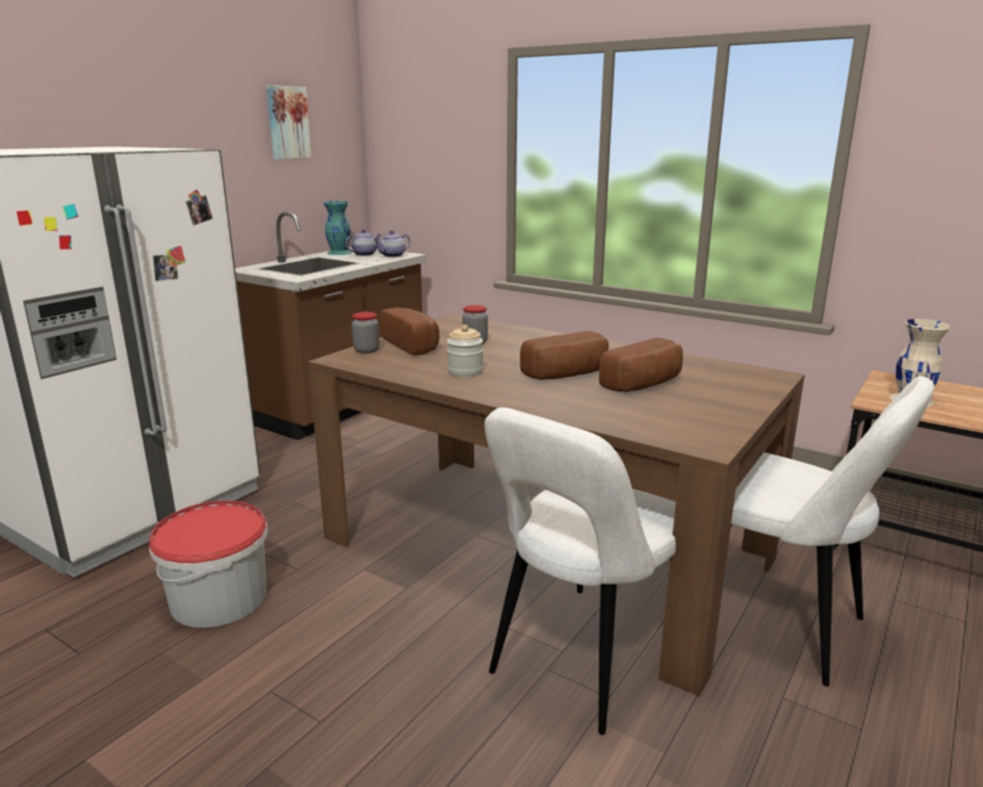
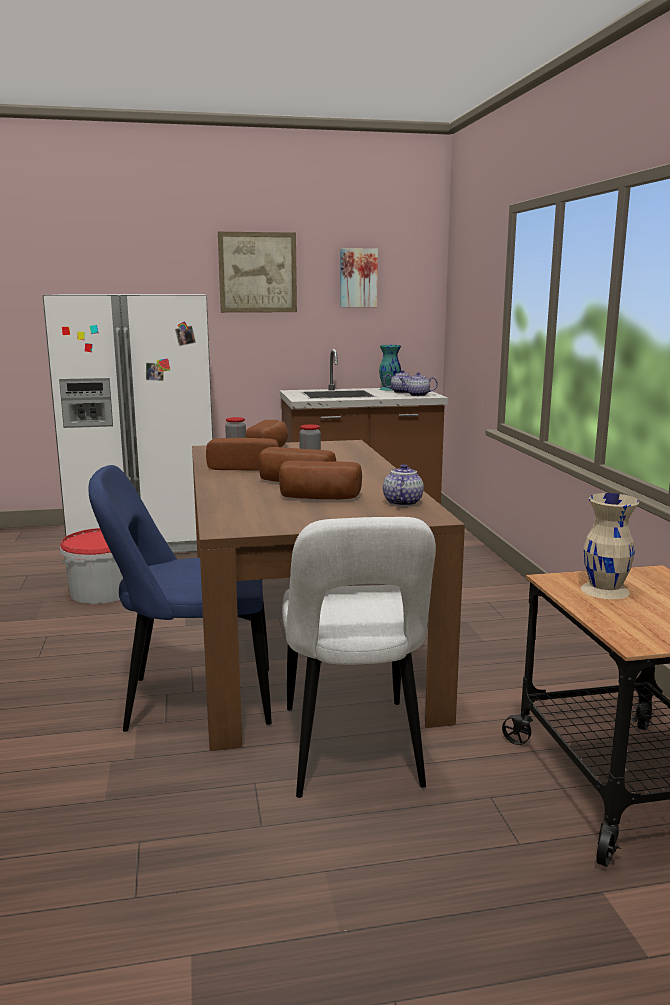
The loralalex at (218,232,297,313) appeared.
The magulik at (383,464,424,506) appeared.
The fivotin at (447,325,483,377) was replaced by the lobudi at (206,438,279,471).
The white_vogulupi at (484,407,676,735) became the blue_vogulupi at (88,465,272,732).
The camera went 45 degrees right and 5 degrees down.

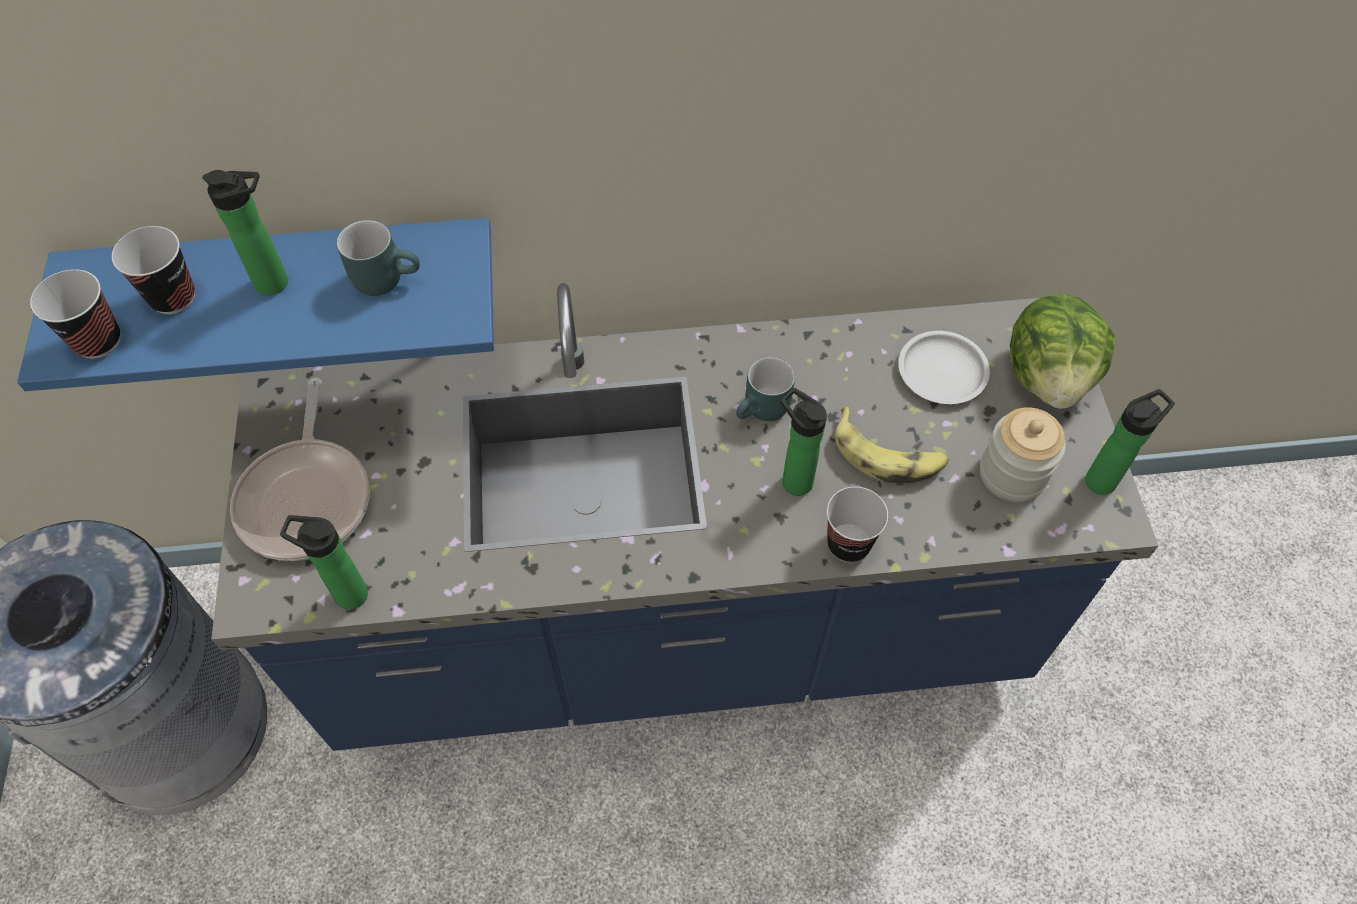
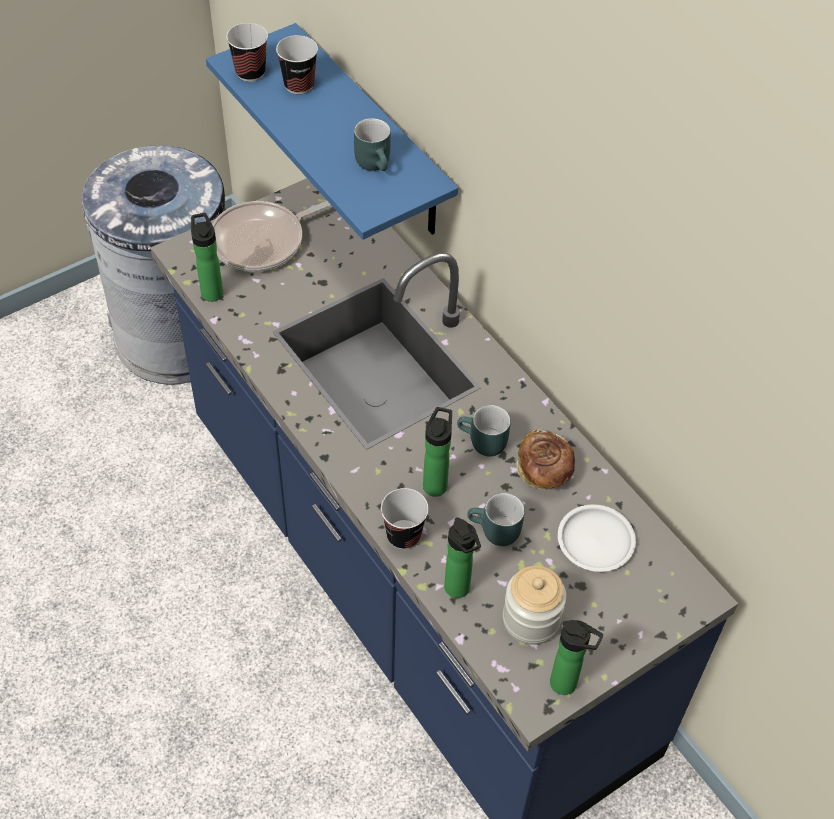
The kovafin at (1010,294,1116,409) disappeared.
The lobudi at (516,429,575,489) appeared.
The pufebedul moved from (202,170,288,296) to (444,517,481,598).
The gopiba at (835,407,949,483) was replaced by the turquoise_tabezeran at (467,493,525,546).
The camera went 60 degrees right and 5 degrees down.

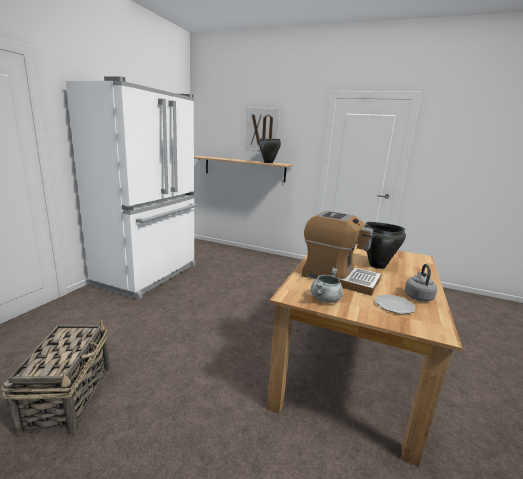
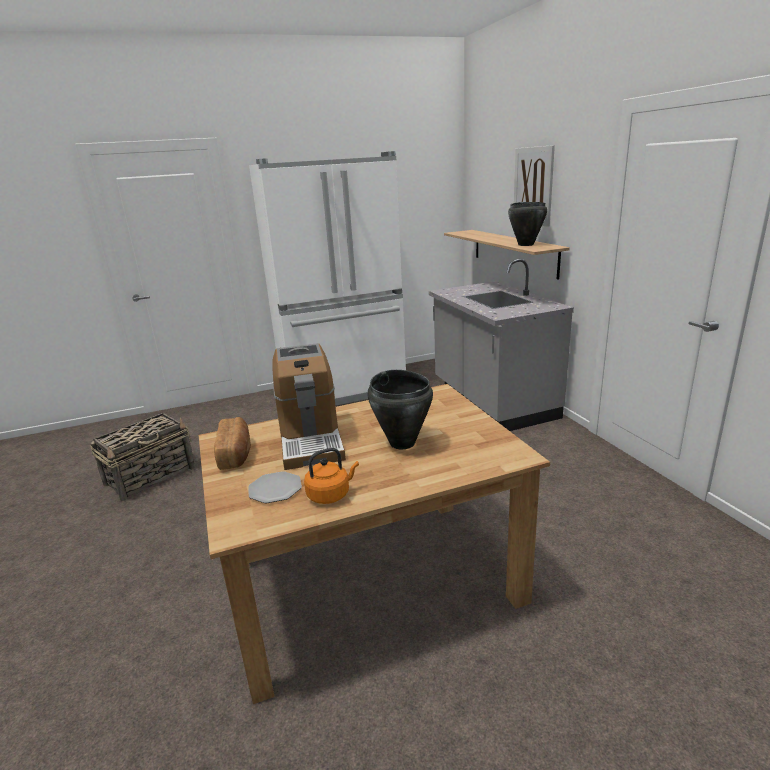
The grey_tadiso at (429,259,574,431) appeared.
The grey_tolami at (311,268,343,303) was replaced by the lobudi at (214,417,251,470).
The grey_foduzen at (405,264,437,302) became the orange_foduzen at (304,448,359,504).
The camera went 50 degrees right and 5 degrees up.

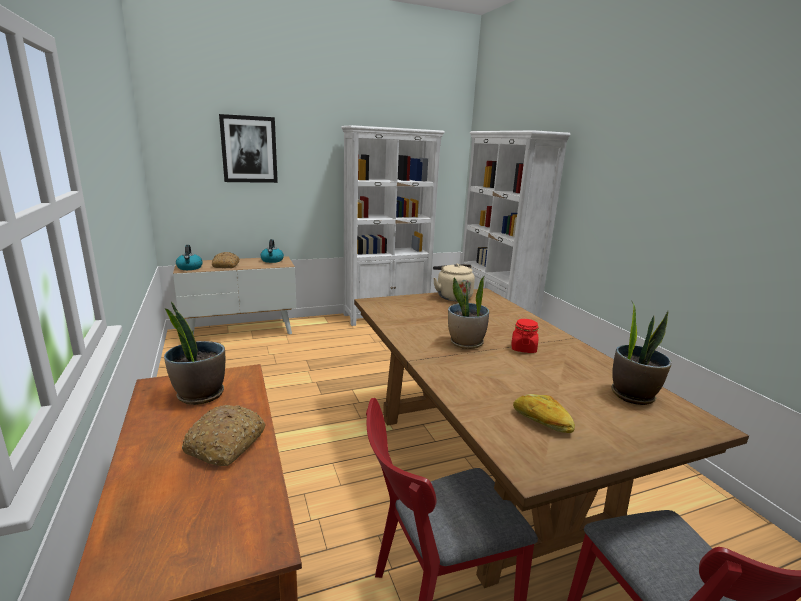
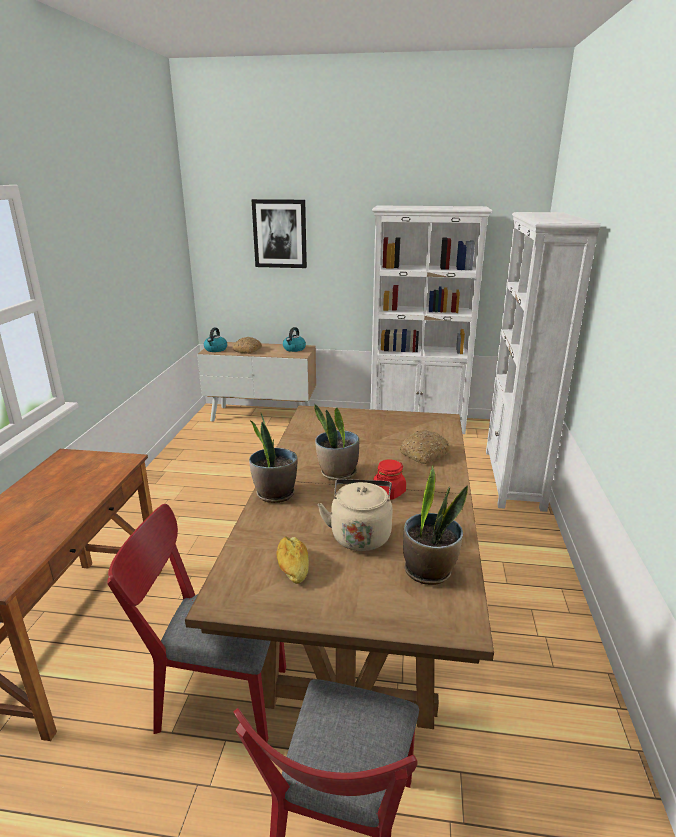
The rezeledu moved from (164,302,225,405) to (249,413,297,503).
The lobudi moved from (182,405,266,466) to (400,430,450,464).
The beige_foduzen moved from (433,263,475,301) to (318,479,393,551).
The camera went 30 degrees right and 5 degrees up.

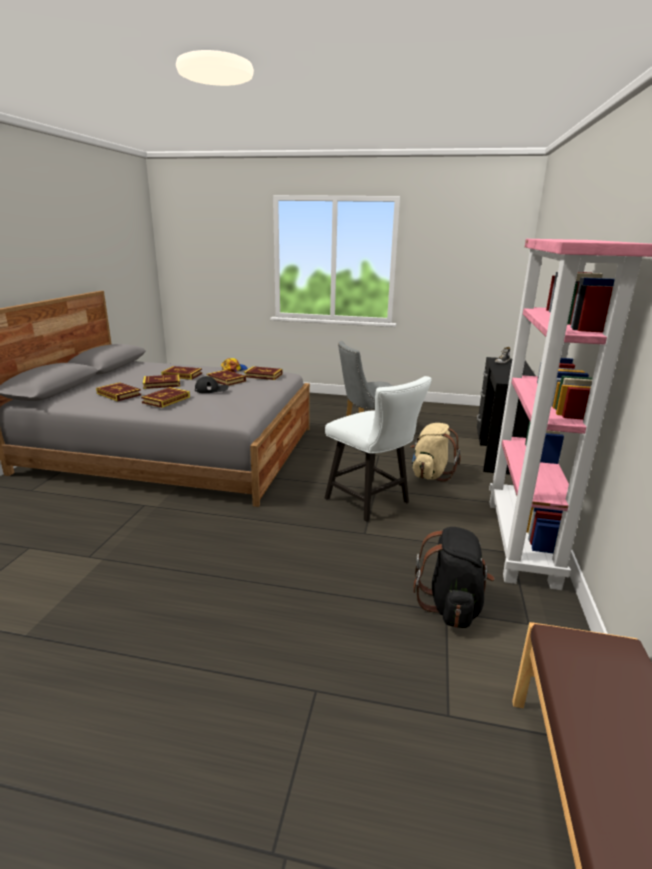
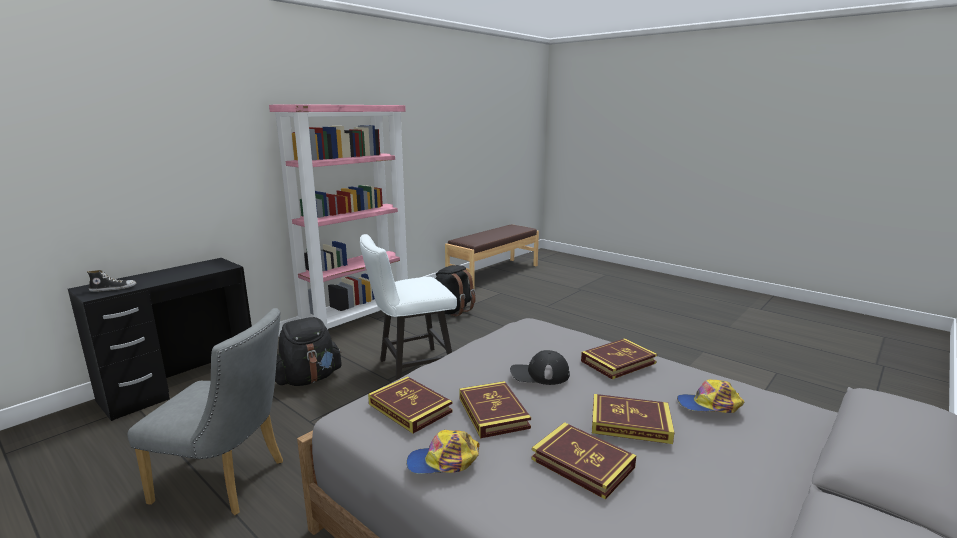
The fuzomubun at (96,382,141,402) was replaced by the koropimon at (677,379,744,413).
The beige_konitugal at (410,423,461,482) became the black_konitugal at (275,317,342,386).
The white_vogulupi at (325,376,432,521) turned 105 degrees counterclockwise.
The camera went 150 degrees left and 5 degrees down.

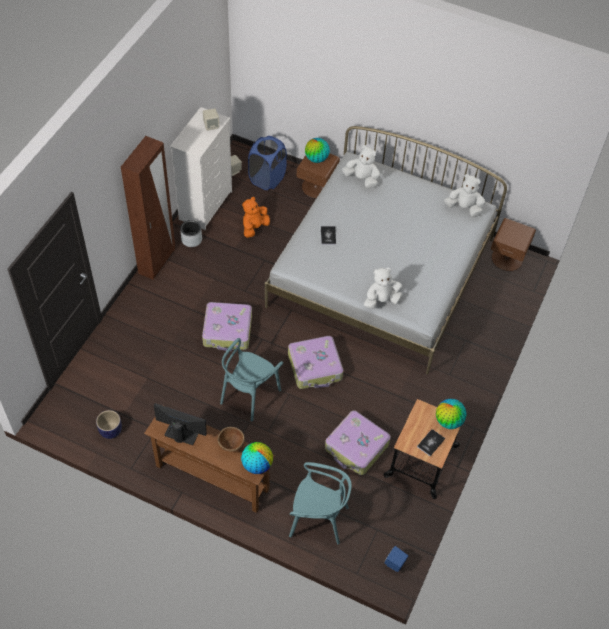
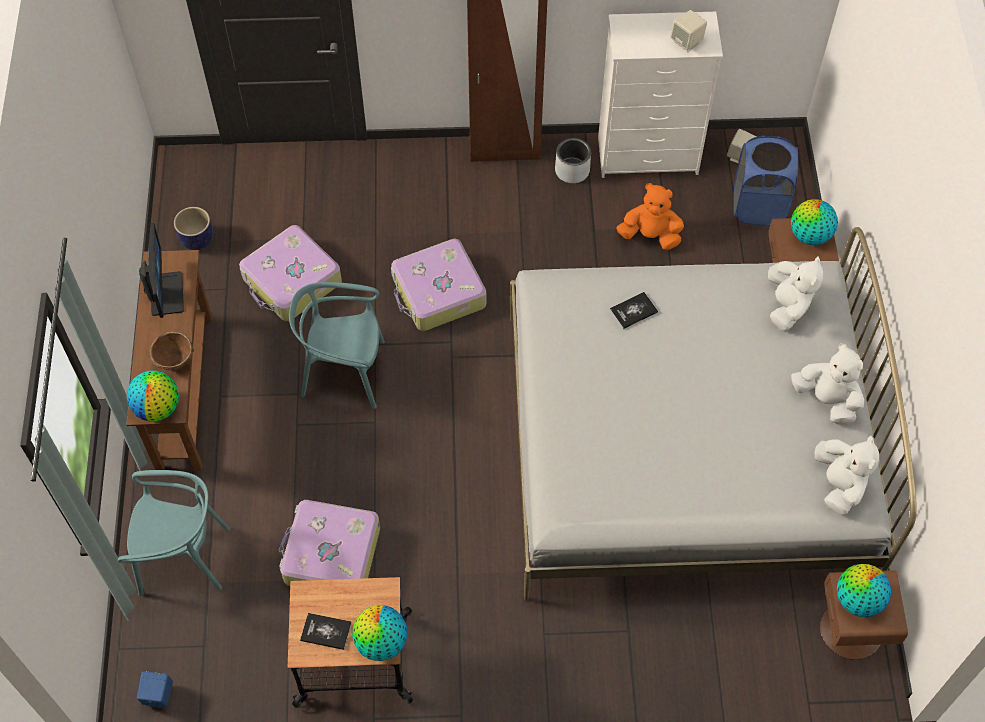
The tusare at (837,564,891,617) appeared.
The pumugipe moved from (288,336,344,389) to (239,225,342,321).
The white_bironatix moved from (364,268,402,309) to (791,343,864,425).
The turquoise_vogulupi at (289,462,352,544) turned 75 degrees counterclockwise.
The camera went 65 degrees right and 5 degrees up.

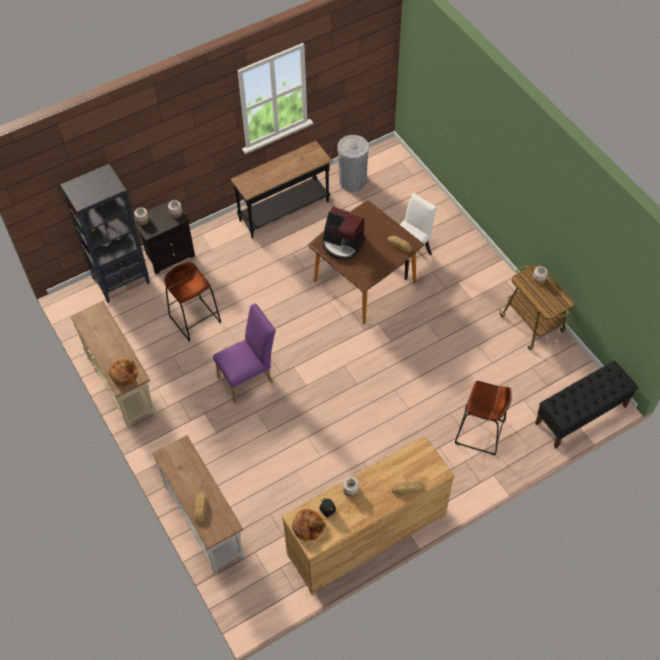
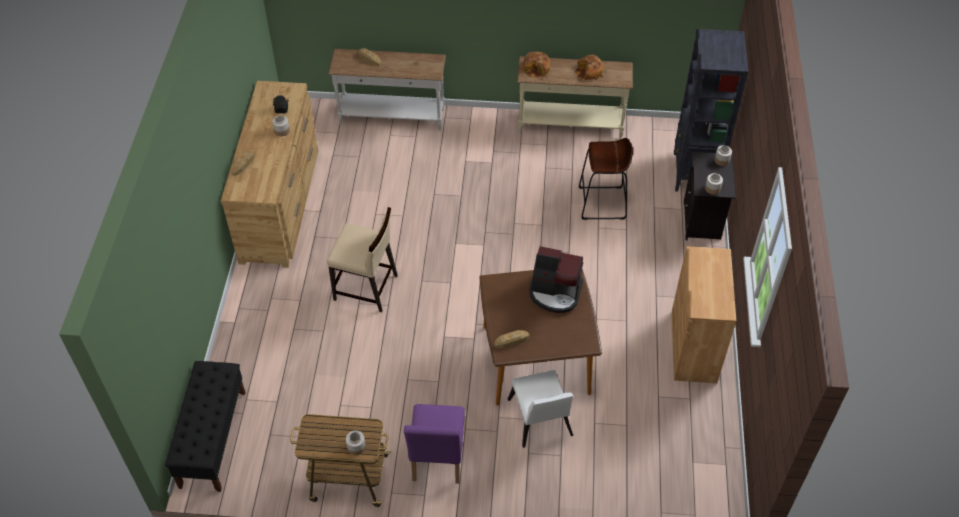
The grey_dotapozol at (338,135,369,192) disappeared.
The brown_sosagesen at (455,381,512,455) disappeared.
The beige_vogulupi at (327,207,398,312) appeared.
The purple_vogulupi moved from (213,303,276,403) to (404,404,465,484).
The lobudi moved from (292,509,326,541) to (575,55,604,81).
The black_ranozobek at (230,141,332,238) was replaced by the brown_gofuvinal at (672,246,736,383).
The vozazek at (322,207,366,260) turned 135 degrees counterclockwise.
The camera went 125 degrees right and 5 degrees down.

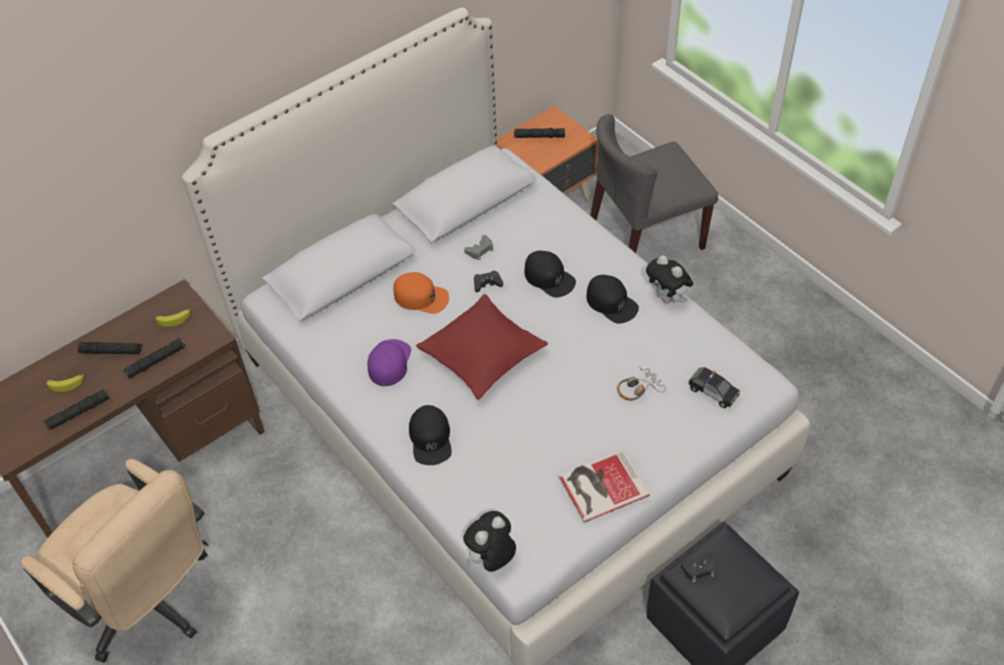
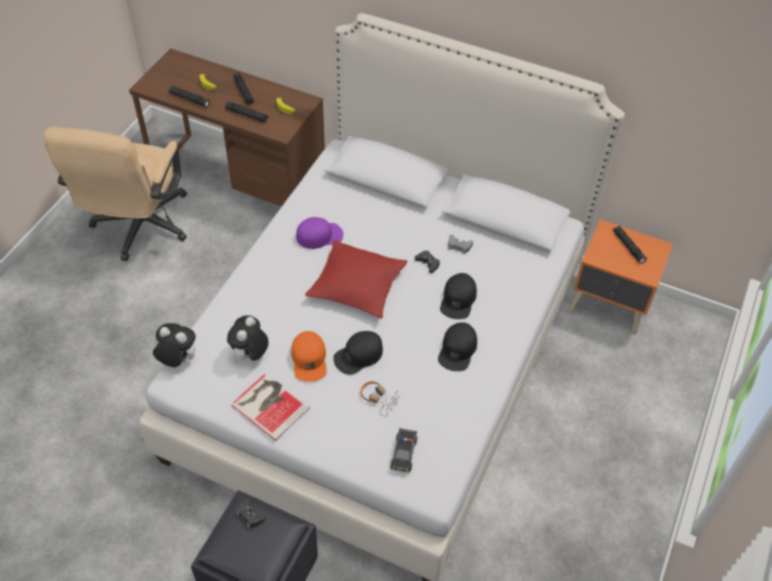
The grey_vogulupi at (590,114,718,253) disappeared.
The orange_koropimon moved from (394,272,449,314) to (291,331,327,382).
The black_koropimon moved from (409,405,452,465) to (333,331,383,375).
The bironatix moved from (646,255,693,303) to (227,315,268,363).
The camera went 60 degrees right and 0 degrees up.

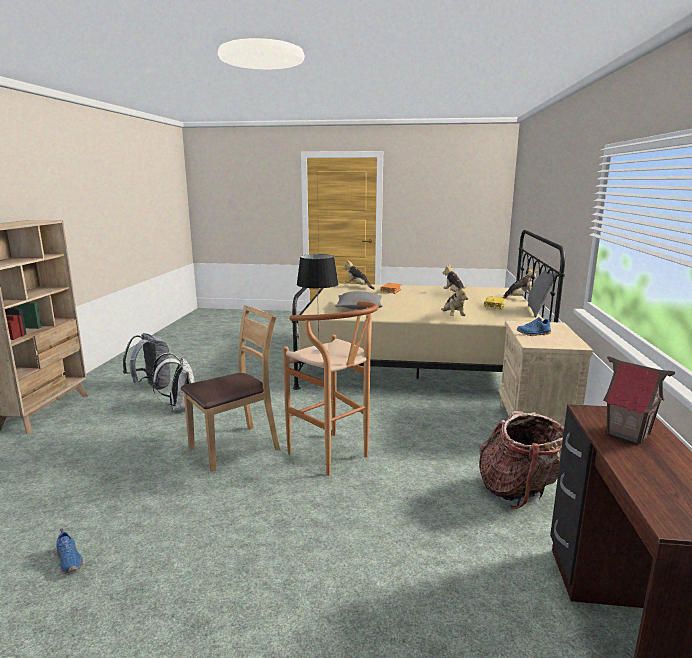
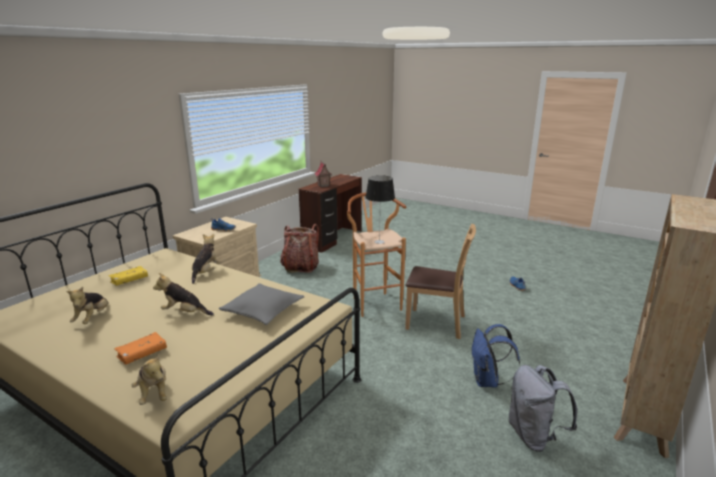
The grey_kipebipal at (528,267,558,318) disappeared.
The bironatix moved from (503,268,538,299) to (153,273,214,316).
The white_konitugal at (152,353,195,411) became the blue_konitugal at (472,324,520,388).
The brown_vogulupi at (181,305,280,472) turned 150 degrees counterclockwise.
The camera went 155 degrees left and 5 degrees up.

